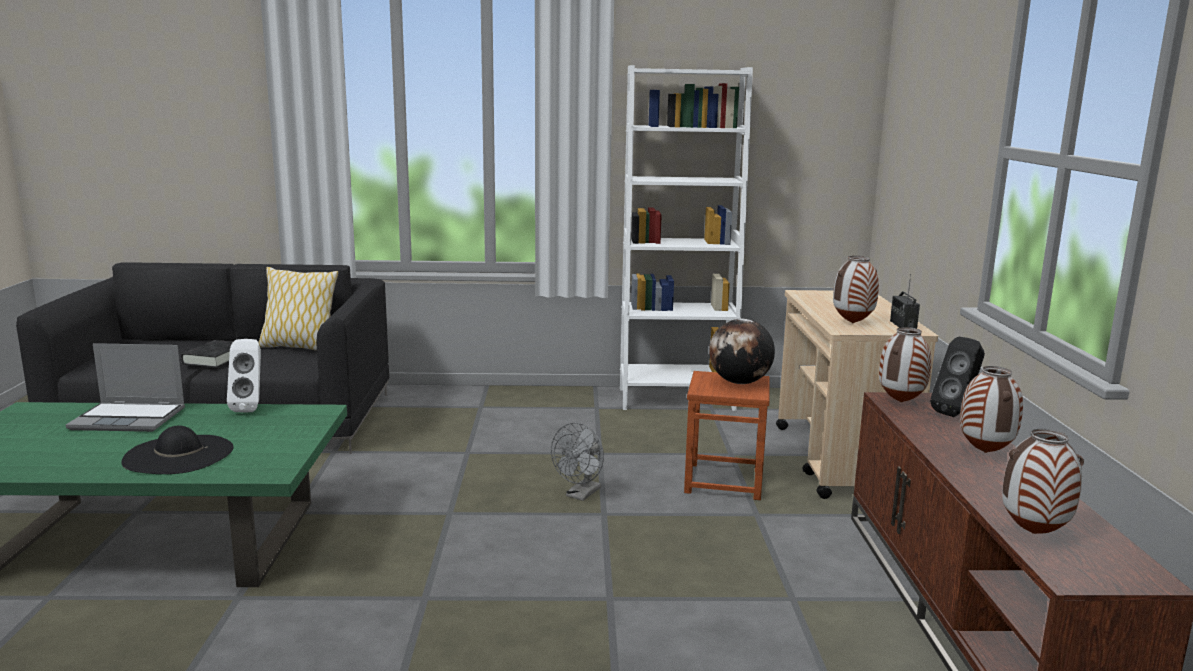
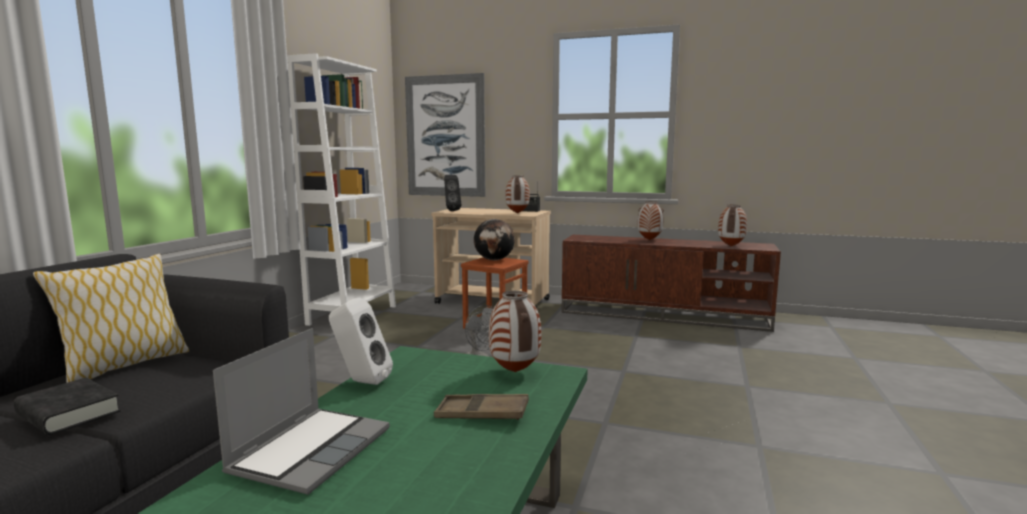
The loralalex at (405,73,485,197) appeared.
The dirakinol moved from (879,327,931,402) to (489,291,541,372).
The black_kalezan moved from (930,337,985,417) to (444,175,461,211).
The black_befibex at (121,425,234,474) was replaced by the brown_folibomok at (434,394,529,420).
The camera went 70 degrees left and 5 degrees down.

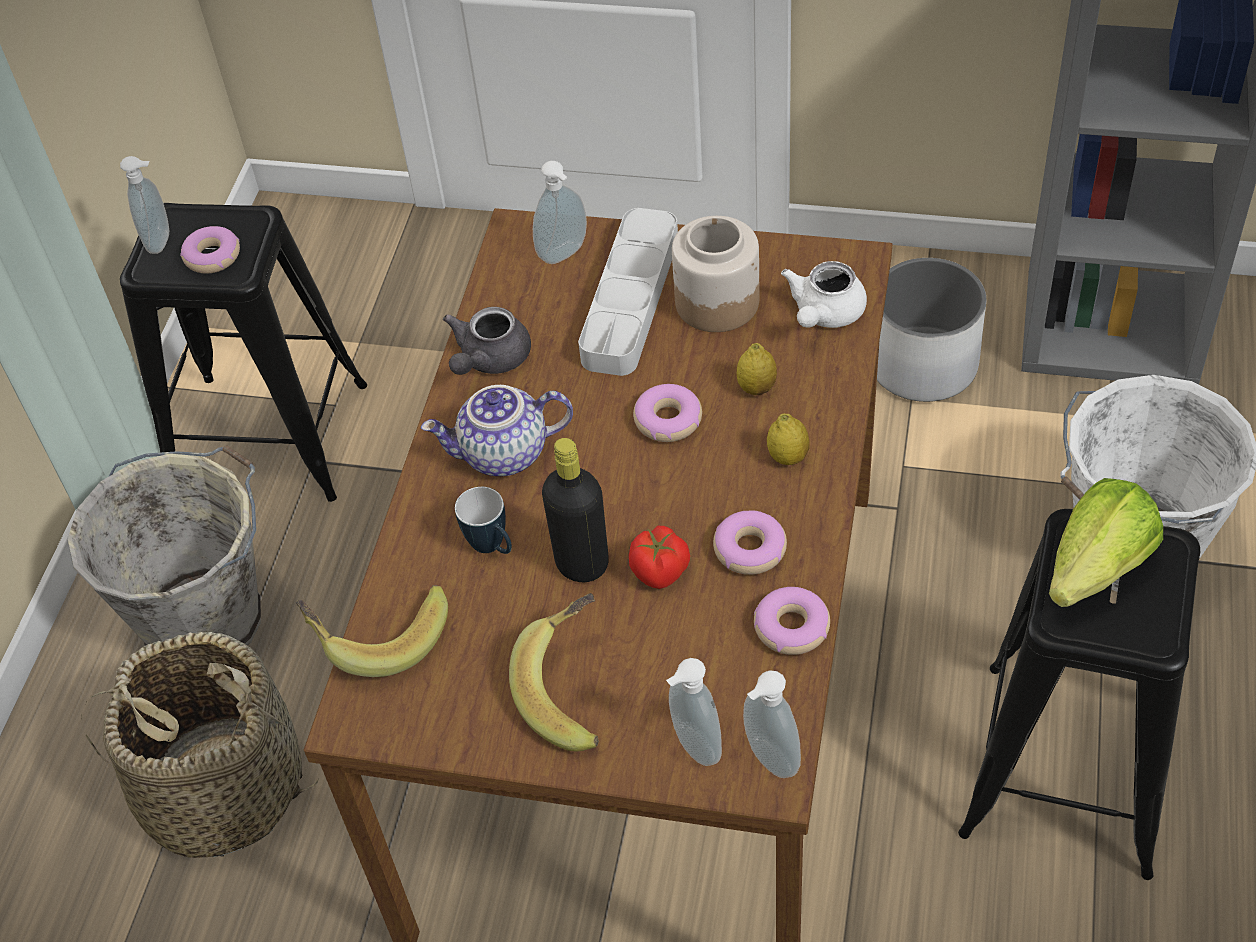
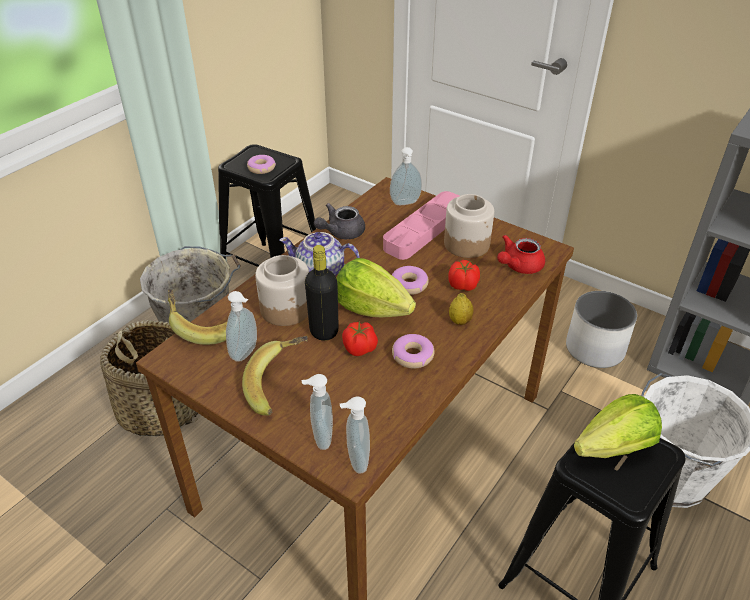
The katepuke at (754,587,830,655) disappeared.
The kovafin at (336,258,416,317) appeared.
The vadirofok moved from (120,156,169,254) to (226,291,257,362).
The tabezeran at (455,487,512,554) was replaced by the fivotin at (255,255,309,326).
The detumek at (737,343,777,395) was replaced by the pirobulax at (448,260,480,291).
The grey_folibomok at (578,208,678,376) became the pink_folibomok at (383,191,459,260).
The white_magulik at (781,261,867,328) became the red_magulik at (497,235,545,274).
The camera went 20 degrees right and 10 degrees down.

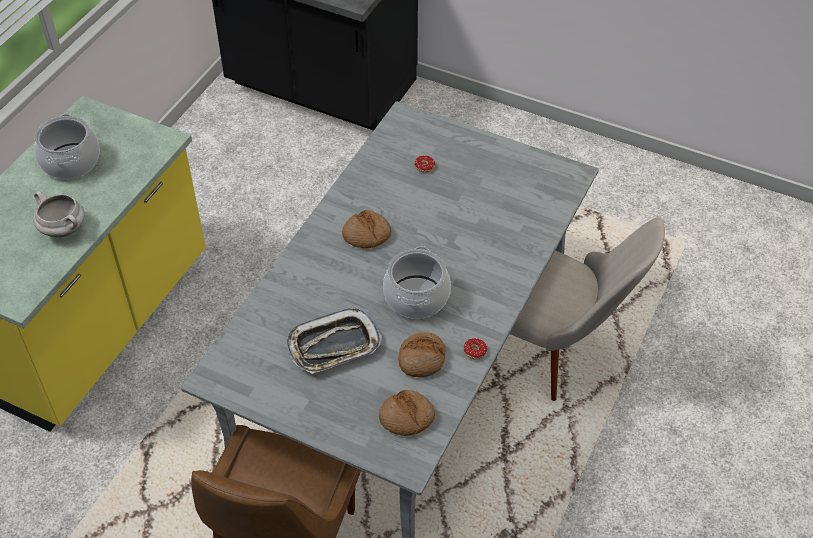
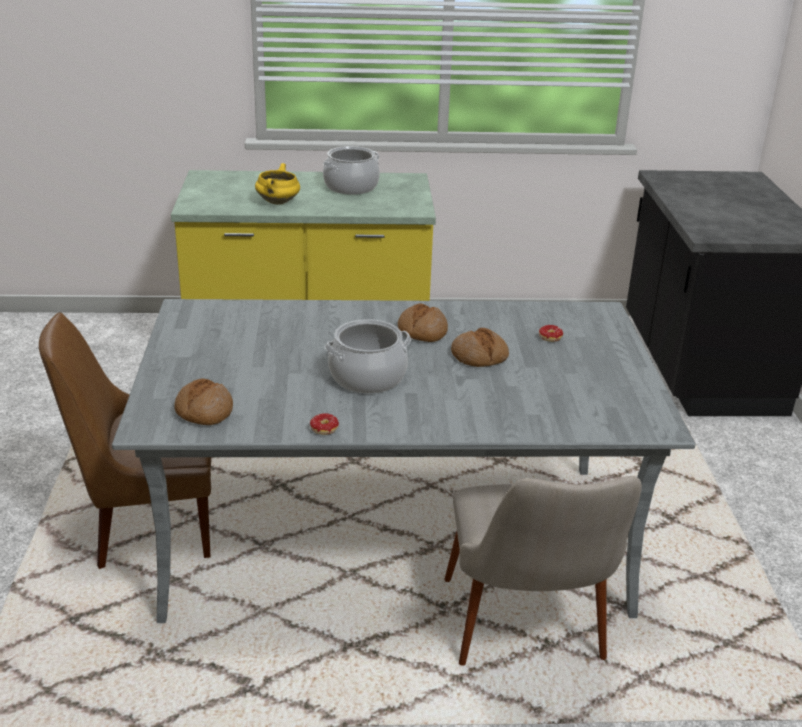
The folibomok at (287,308,382,374) disappeared.
The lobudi moved from (398,332,445,378) to (451,328,509,367).
The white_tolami at (33,191,85,237) became the yellow_tolami at (255,163,300,205).
The camera went 60 degrees right and 20 degrees down.

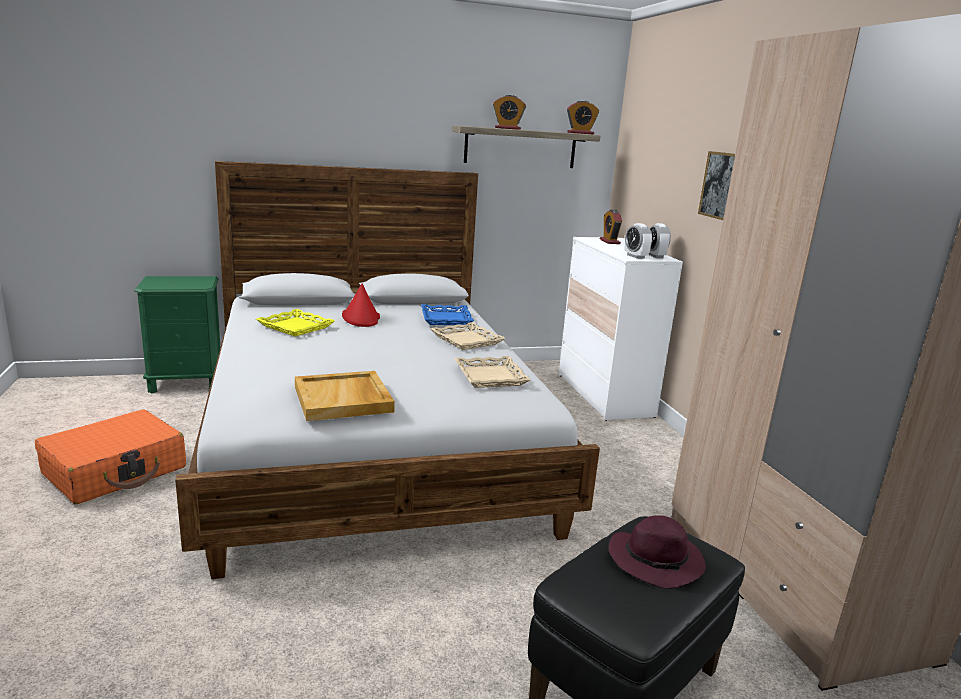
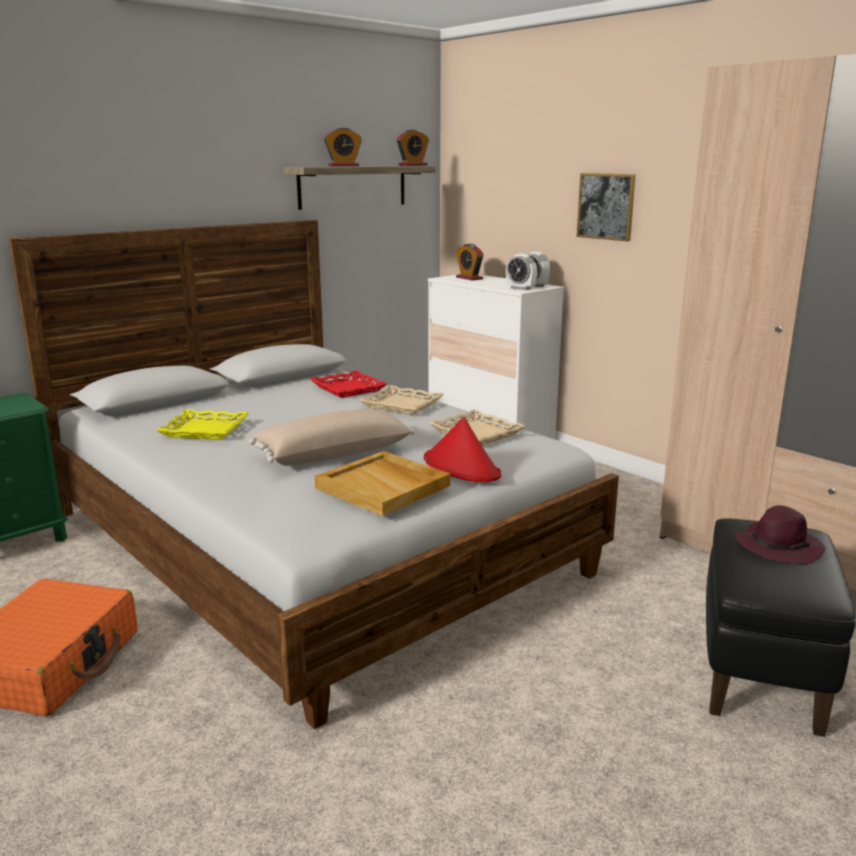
The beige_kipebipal at (249,409,415,466) appeared.
The red_befibex moved from (342,284,380,327) to (424,417,501,482).
The blue_folibomok at (421,304,474,325) became the red_folibomok at (310,370,387,398).
The camera went 25 degrees left and 0 degrees up.

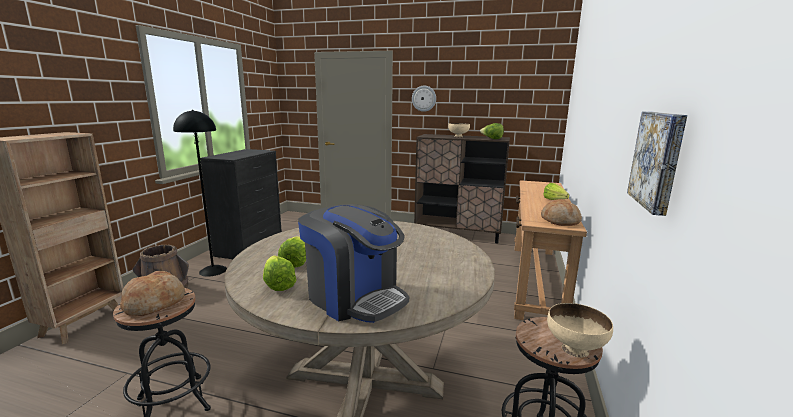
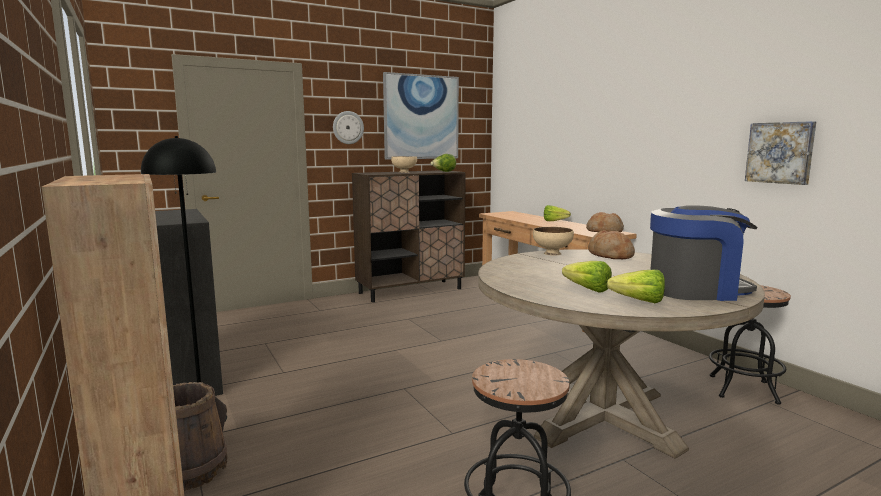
The loralalex at (383,72,459,160) appeared.
The lobudi moved from (120,271,185,316) to (588,230,635,259).
The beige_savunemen moved from (547,303,613,358) to (533,227,574,255).
The camera went 45 degrees left and 5 degrees down.

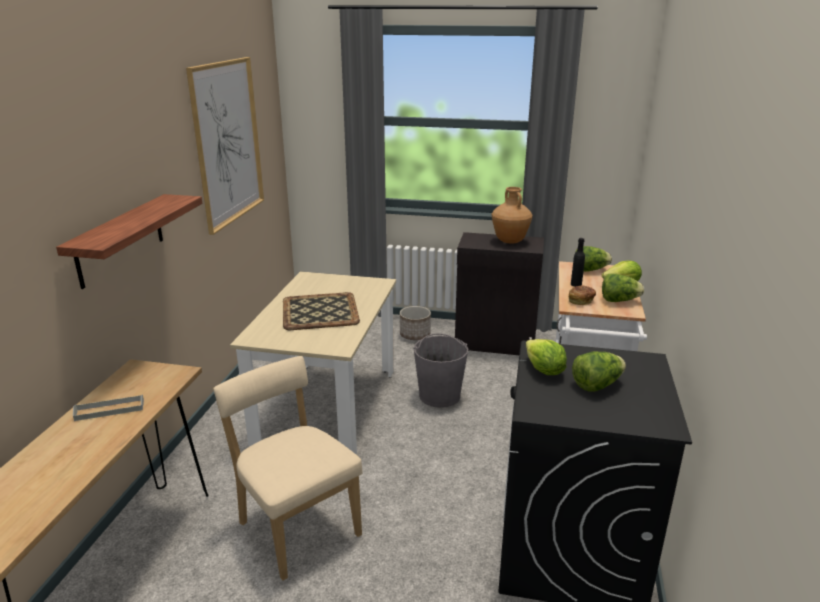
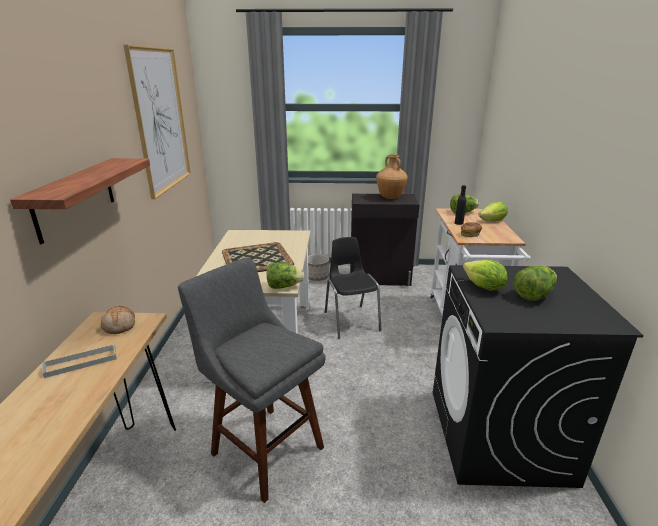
The lobudi at (101,305,135,334) appeared.
The kovafin moved from (602,274,644,302) to (267,262,304,289).
The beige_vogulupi at (213,356,363,580) was replaced by the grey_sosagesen at (178,257,326,503).
The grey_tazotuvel at (413,333,468,408) was replaced by the black_vogulupi at (325,237,381,339).
The camera went 10 degrees left and 0 degrees up.

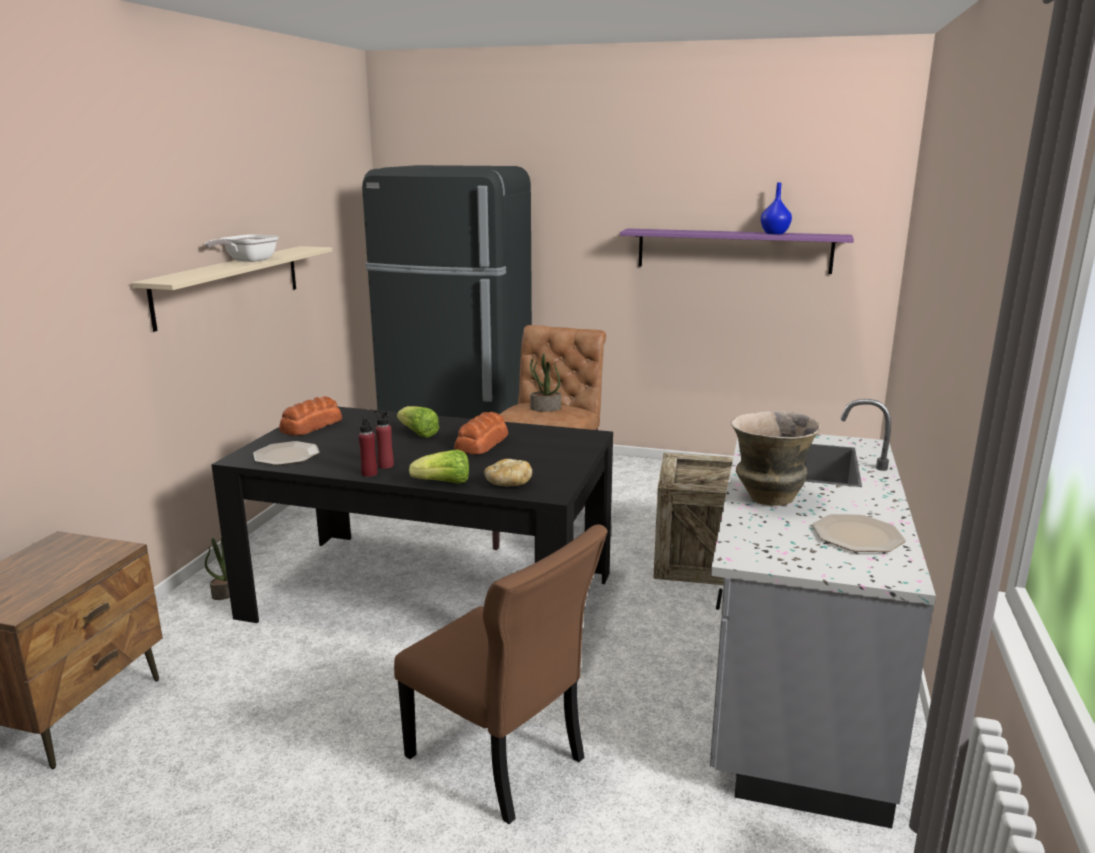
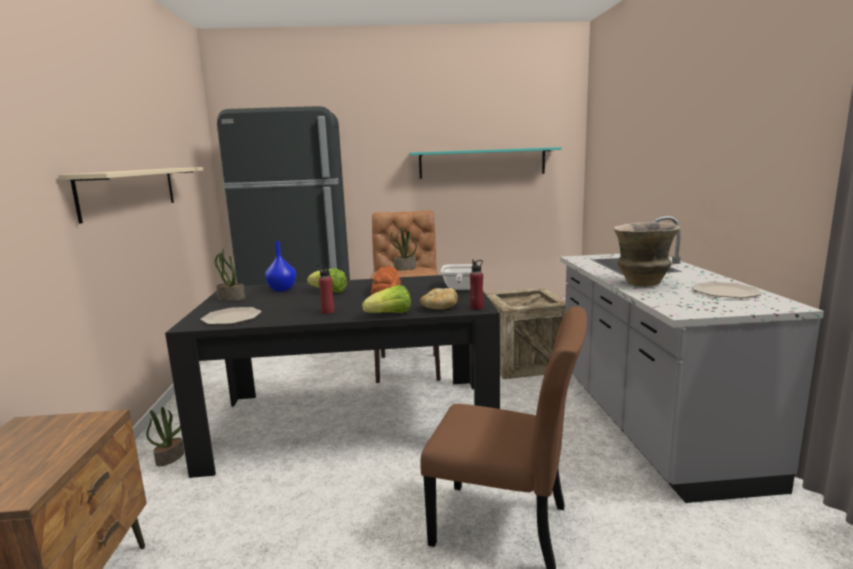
The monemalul moved from (205,234,279,262) to (441,264,480,290).
The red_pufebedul moved from (358,417,377,477) to (470,260,484,310).
The blue_dirakinol moved from (761,183,792,234) to (265,241,296,291).
The lobudi at (279,396,342,436) was replaced by the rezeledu at (215,248,245,301).
The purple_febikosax at (620,228,854,274) became the turquoise_febikosax at (409,147,562,179).
The camera went 20 degrees left and 5 degrees down.

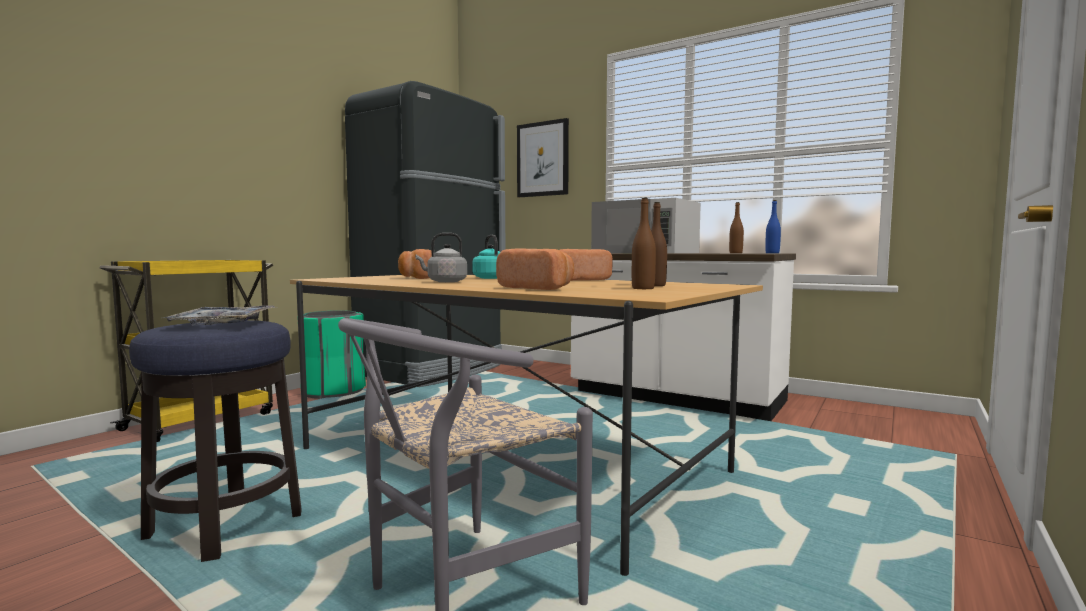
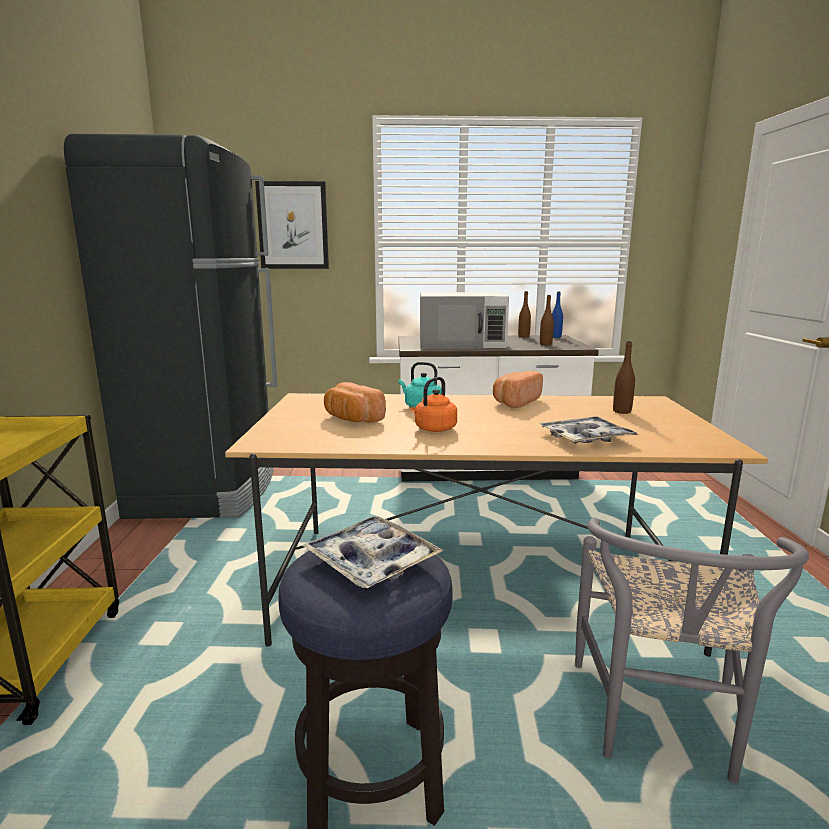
The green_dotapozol at (297,310,366,399) disappeared.
The brown_pufebedul moved from (632,198,656,289) to (540,295,554,345).
The lobudi at (496,248,574,290) was replaced by the folibomok at (538,416,638,444).
The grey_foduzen at (415,233,467,282) became the orange_foduzen at (411,377,457,432).
The camera went 35 degrees left and 10 degrees up.

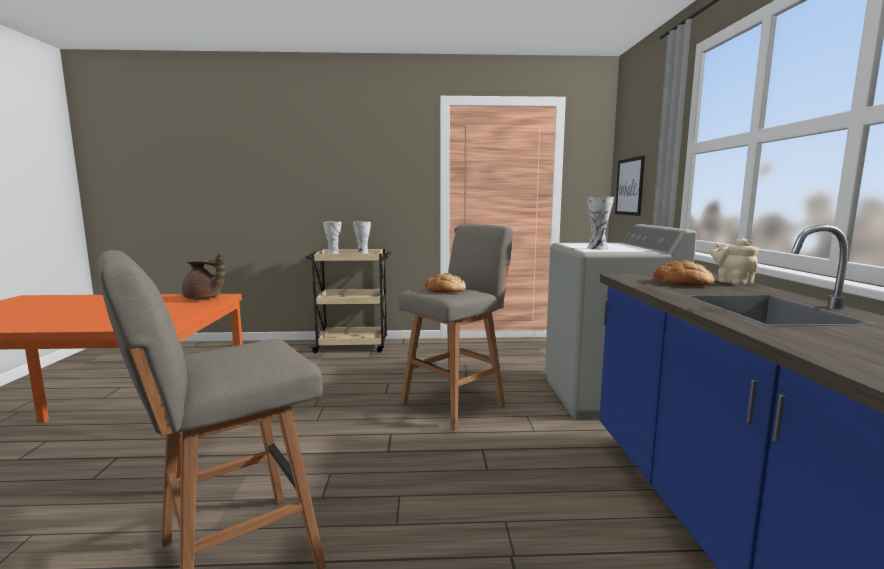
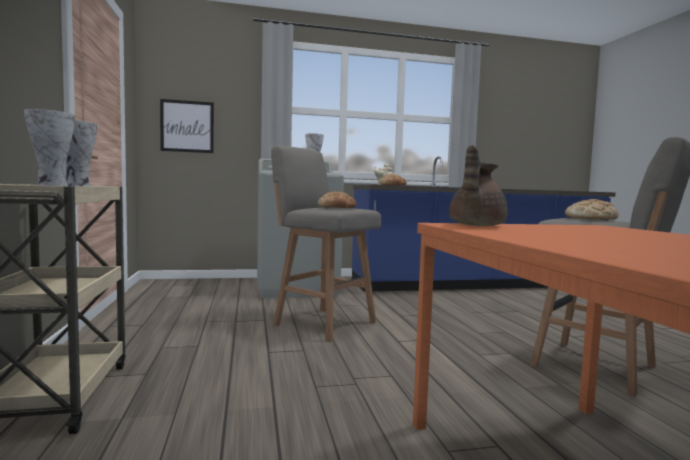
The lobudi at (565,199,619,220) appeared.
The brown_magulik at (182,252,225,299) turned 150 degrees counterclockwise.
The camera went 100 degrees left and 5 degrees down.

